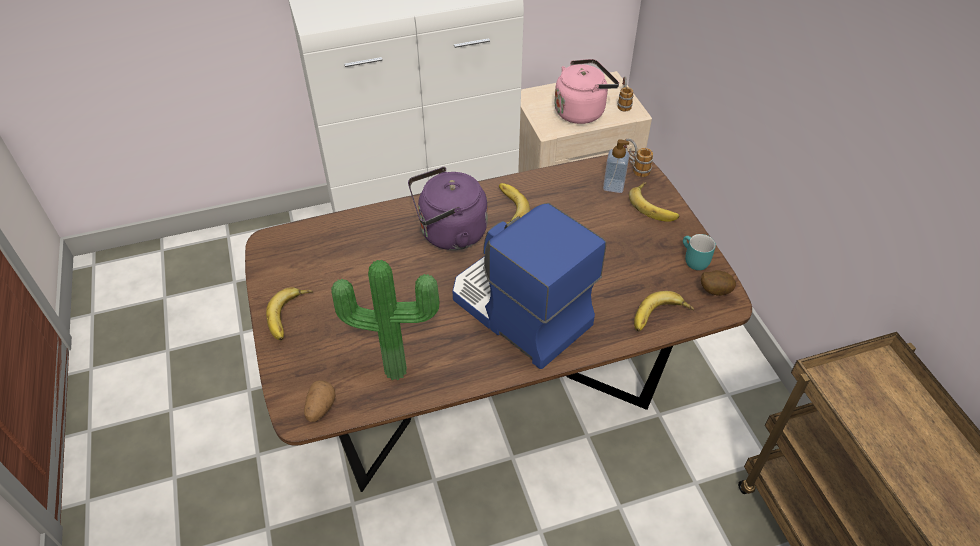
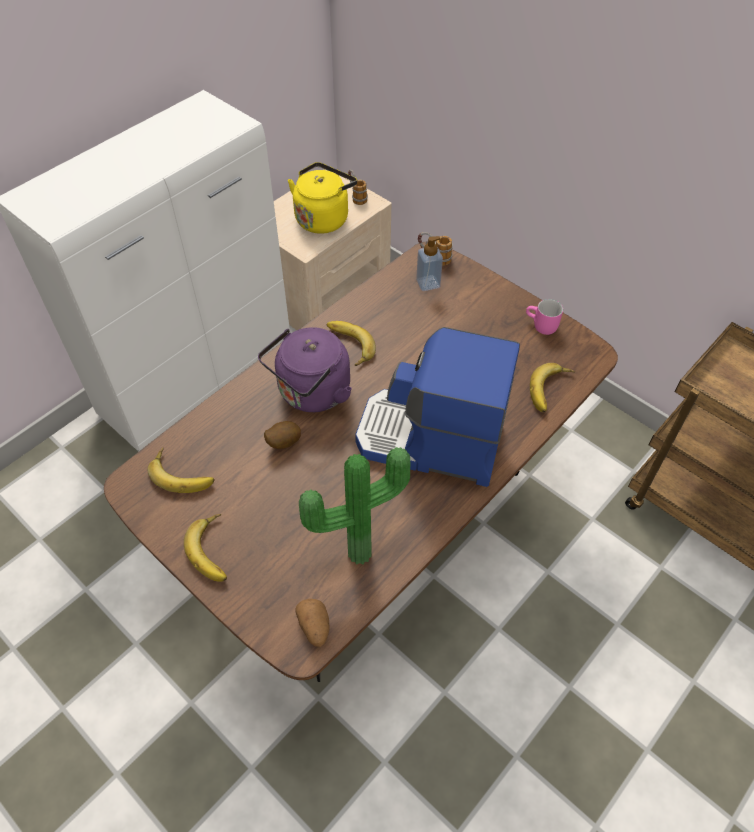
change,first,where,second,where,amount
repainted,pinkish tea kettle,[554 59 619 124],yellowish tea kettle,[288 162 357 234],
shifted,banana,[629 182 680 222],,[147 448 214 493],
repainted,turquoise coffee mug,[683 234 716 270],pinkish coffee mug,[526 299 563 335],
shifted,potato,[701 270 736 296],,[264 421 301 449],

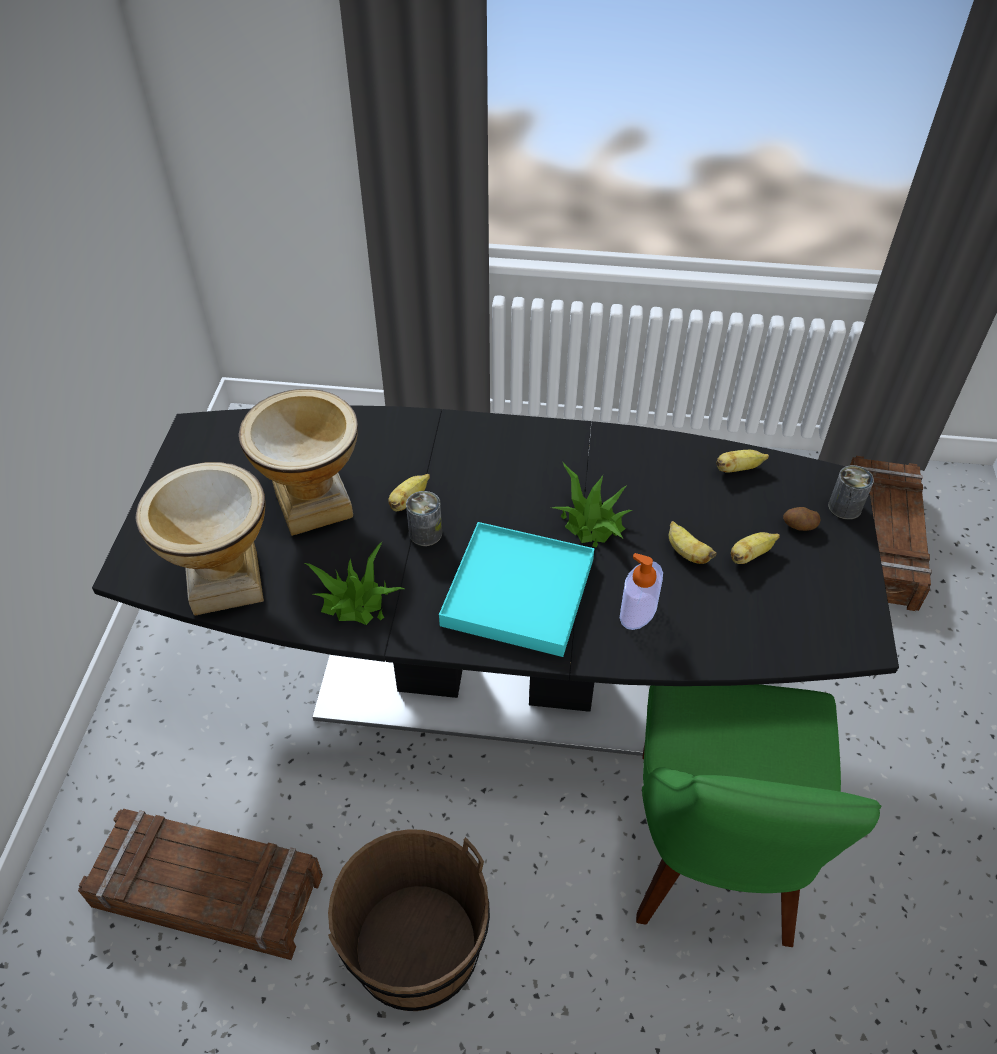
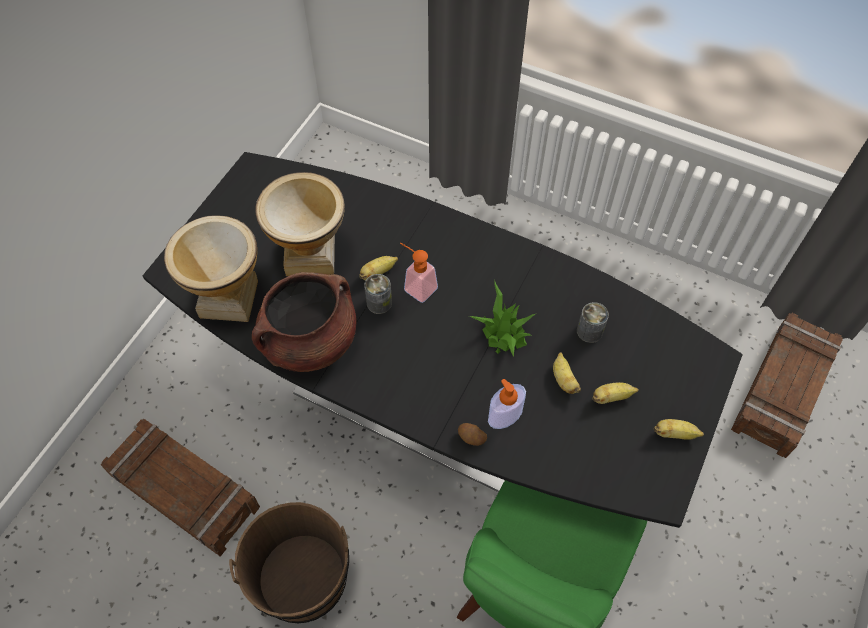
change,first,where,second,where,amount
shifted,banana,[716 450 769 473],,[653 419 704 440],
shifted,metal can,[828 465 874 520],,[577 302 609 343],
shifted,potato,[783 507 821 531],,[458 423 487 446],
gone,turquoise carrying tray,[439 522 594 657],,,
swapped,potted plant,[305 541 405 625],brown-coloured stockpot,[252 272 357 372],
new,,,soap dispenser,[400 243 438 303],

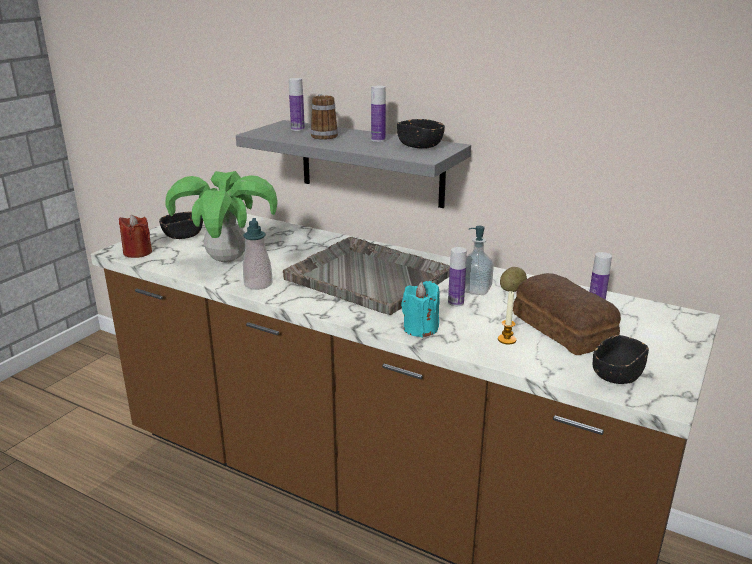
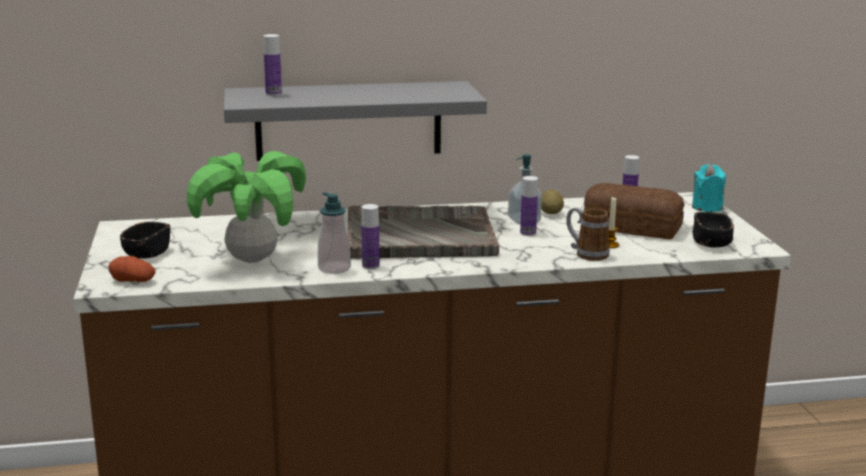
change,first,where,second,where,amount
shifted,drink bottle,[371 86 386 142],,[361 204 380 269],
shifted,coffee mug,[311 94 338 140],,[566 207 610 261],
gone,blackish bowl,[397 119 445 149],,,
swapped,reddish wax light,[119 215 152 258],potato,[109 256 156 282],
shifted,turquoise wax light,[401 281 440 338],,[692 164 726 212],

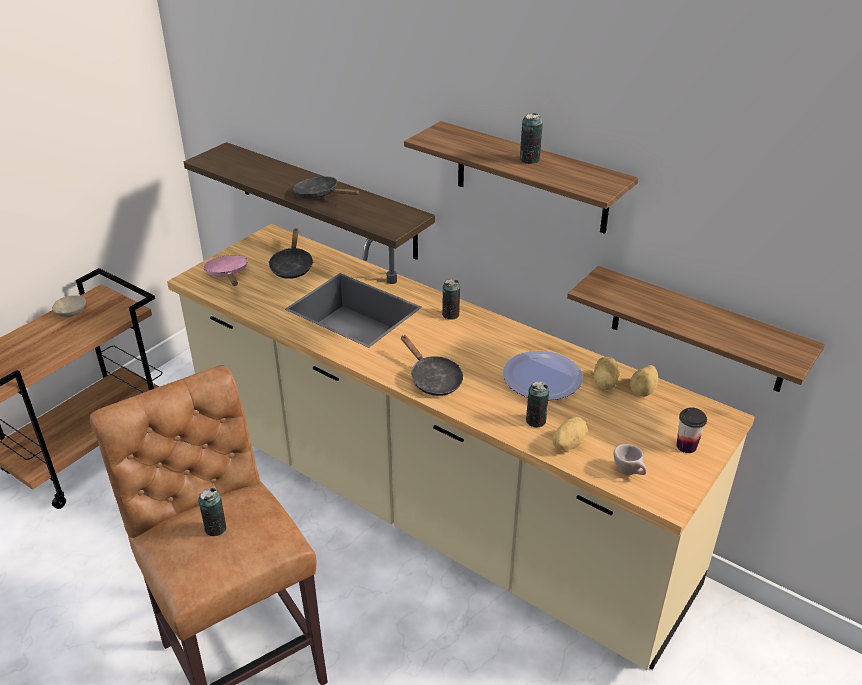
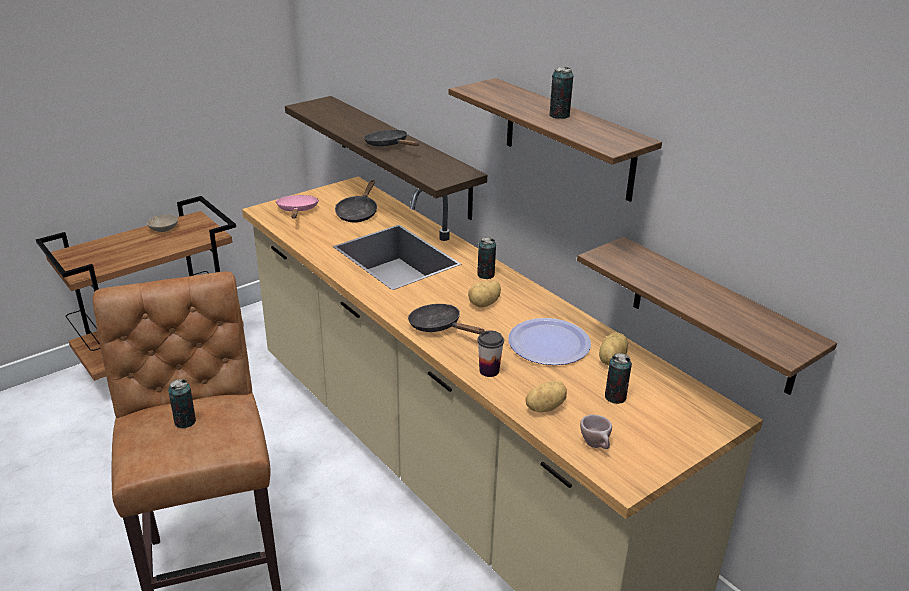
change,first,where,second,where,amount
rotated,blackish skillet,[401 335 463 396],,[408 304 484 334],150 degrees clockwise
shifted,potato,[630 365 658 397],,[468 281 501 308],
shifted,metal can,[526 381 549 428],,[605 353 632 404],
shifted,small cup,[677 407 707 453],,[477 330 504 377],

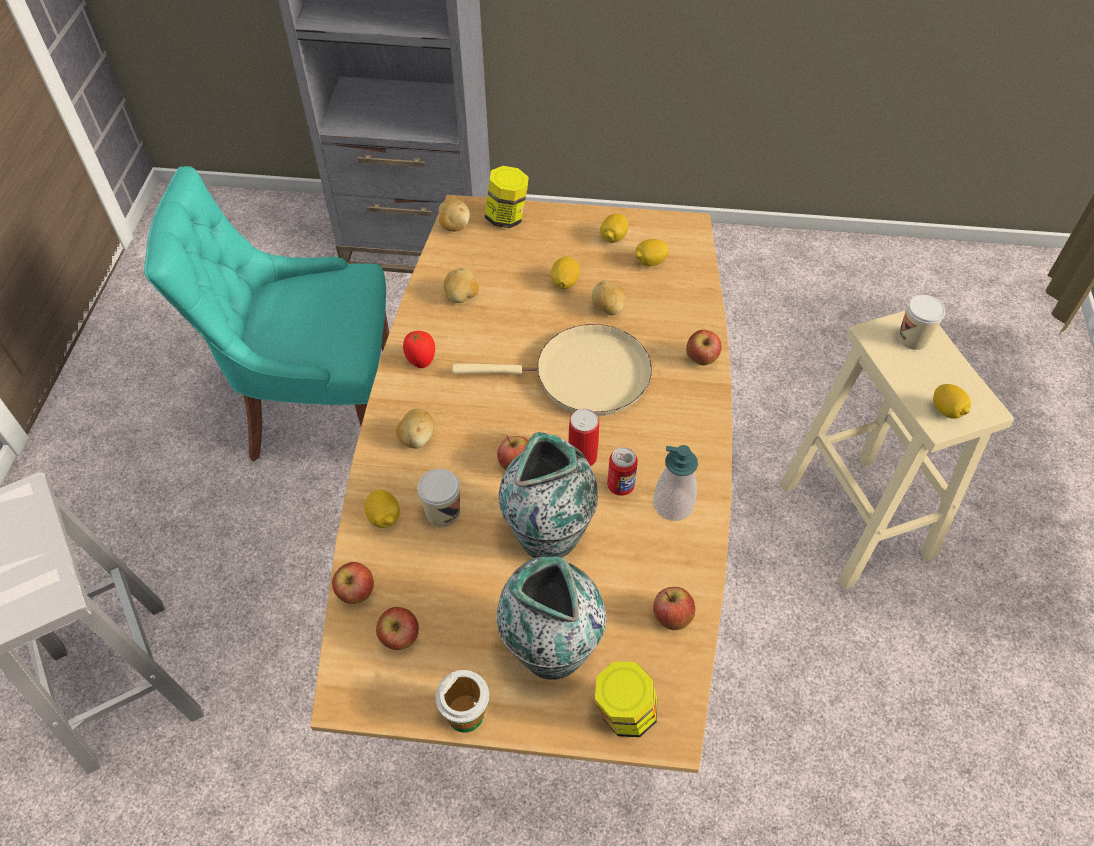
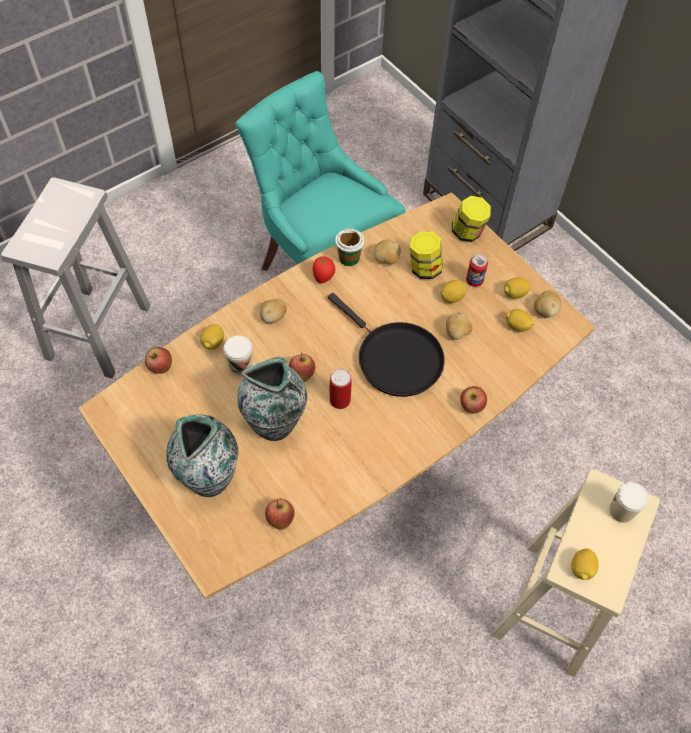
change,first,where,second,where,amount
shifted,potato,[439 199 470 232],,[534 290 561 318],
repainted,beige-coloured skillet,[452 324 652 416],blackish skillet,[328 293 445 397],
gone,soap dispenser,[653 445 698 521],,,
shifted,metal can,[607 447 638 496],,[466 254 488 287],
gone,apple fruit,[376 607 419 650],,,
shifted,storage jar,[595 661 657 737],,[410 232 443 279],
shifted,small cup,[436 670 489 733],,[335 228 364 266],

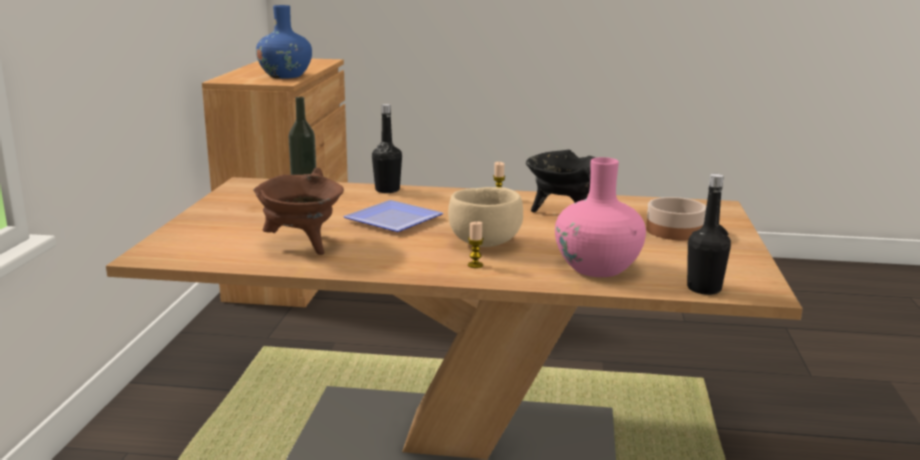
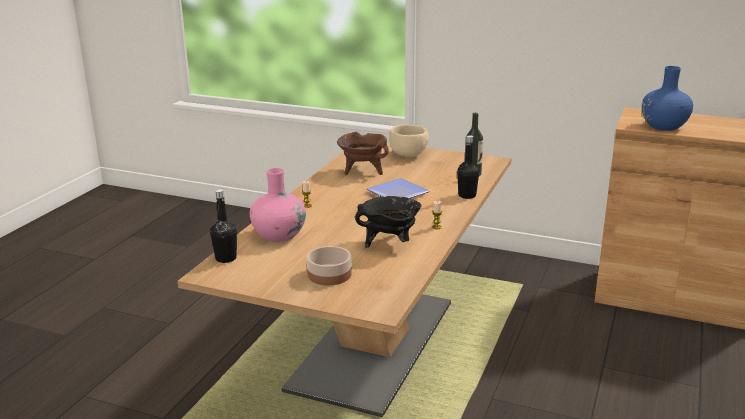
change,first,where,second,where,amount
shifted,beige-coloured bowl,[448 187 523 247],,[389 125 429 157],

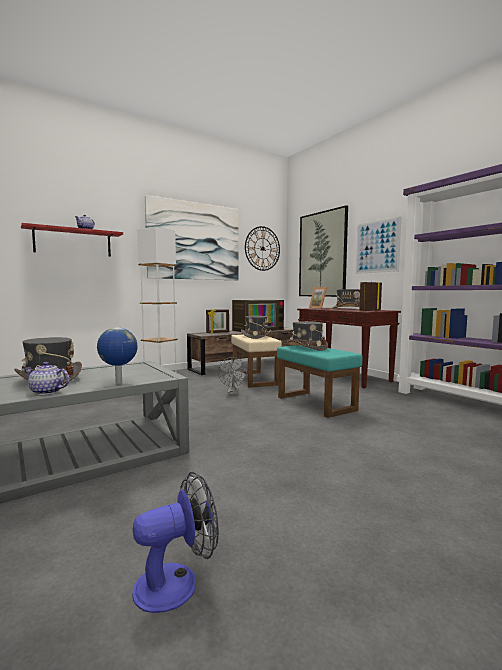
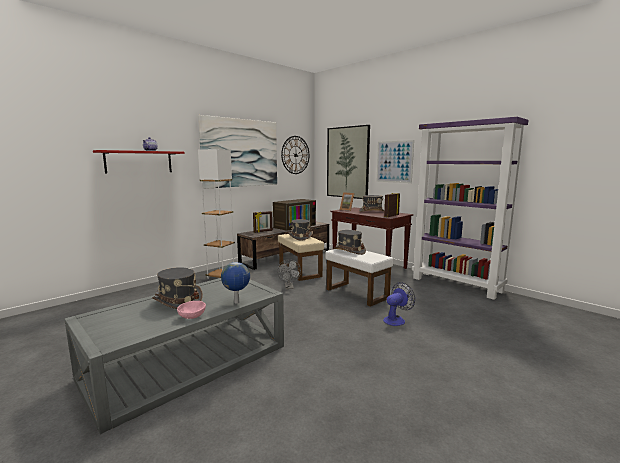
change,first,where,second,where,amount
repainted,turquoise pouffe,[277 345 362 418],whitish pouffe,[325 249 393 307],
swapped,tea pot,[24 362 70 395],pinkish bowl,[177 301 206 319],
shifted,cooling fan,[132 472 219 613],,[383 282 415 326],

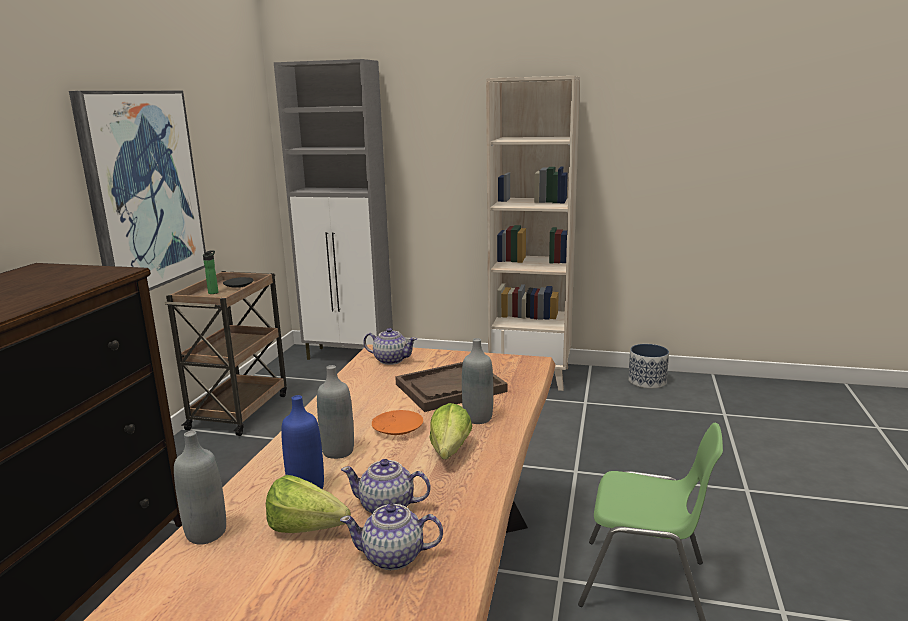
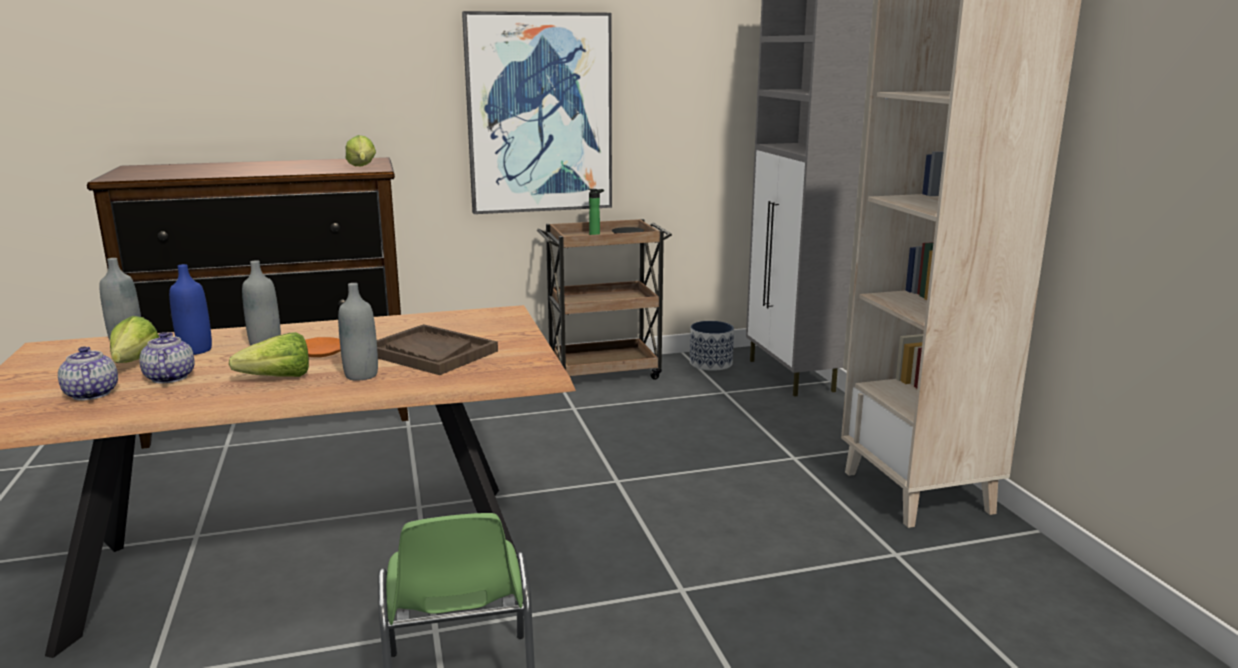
change,first,where,second,where,amount
gone,tea pot,[363 328 417 365],,,
shifted,plant pot,[628 344 669 388],,[690 321 734 371],
new,,,lettuce head,[345 135 376 167],

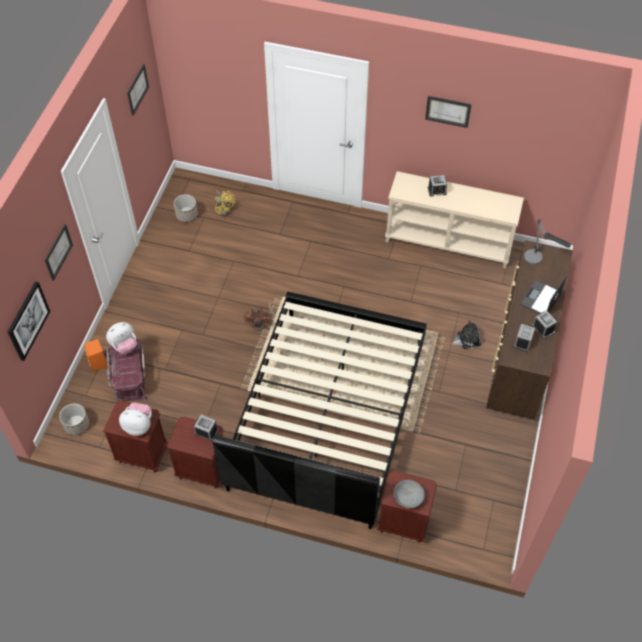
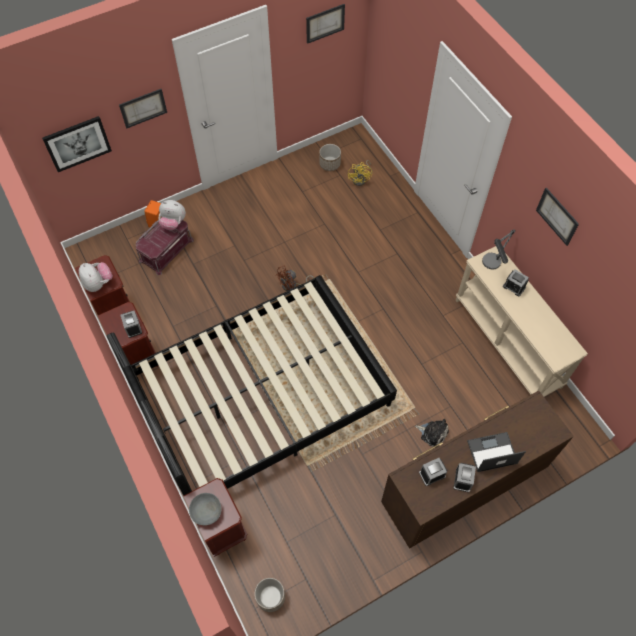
change,first,where,second,where,amount
shifted,lamp for a table,[524 219 571 265],,[482 229 516 270],
shifted,plant pot,[59 403 89 435],,[255 578 285 612],

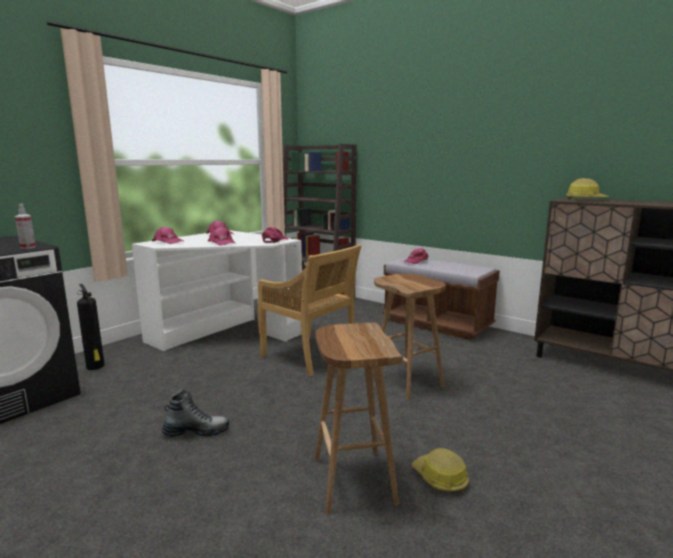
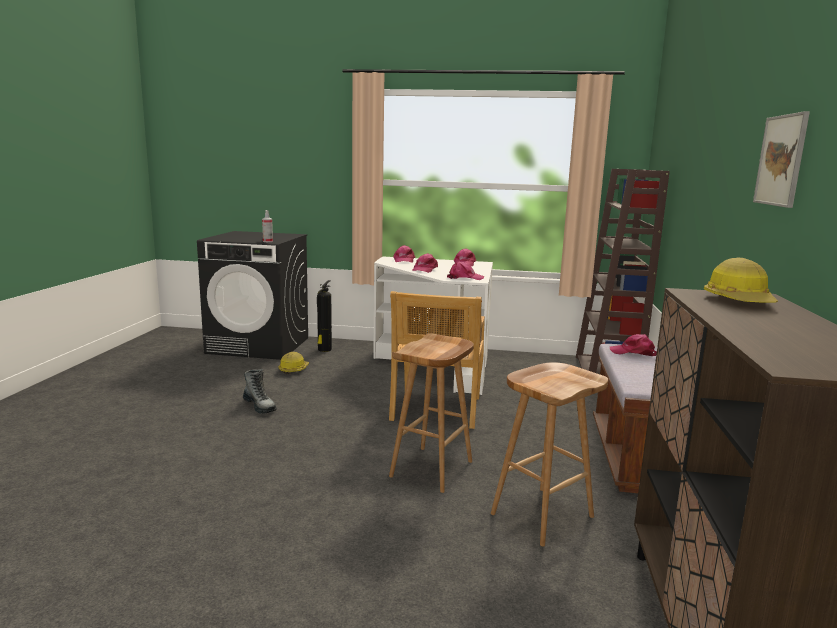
change,first,where,second,where,amount
shifted,brown-coloured sitting stool,[315 323 403 514],,[491 362 608 546],
shifted,hard hat,[412 448 469 493],,[279 352 309 374],
new,,,wall picture,[753 111 810 208],

